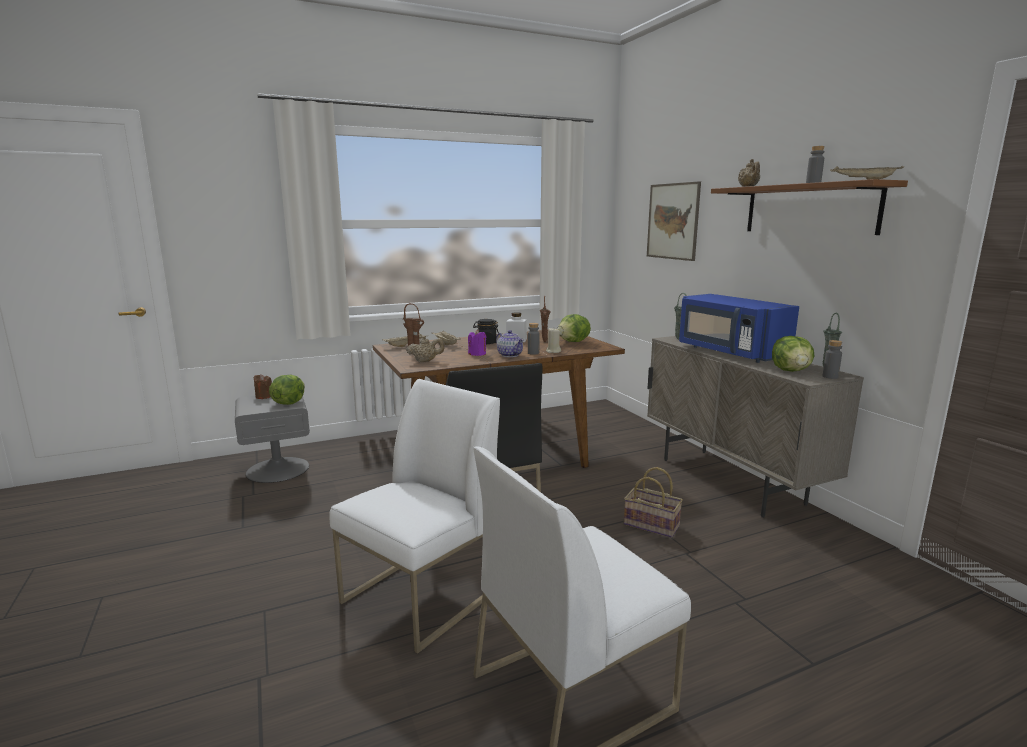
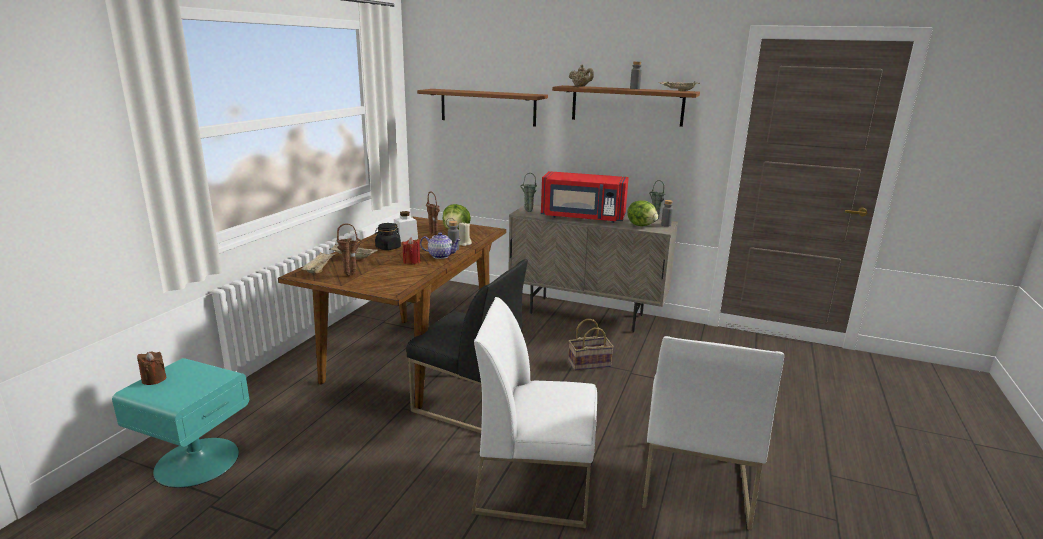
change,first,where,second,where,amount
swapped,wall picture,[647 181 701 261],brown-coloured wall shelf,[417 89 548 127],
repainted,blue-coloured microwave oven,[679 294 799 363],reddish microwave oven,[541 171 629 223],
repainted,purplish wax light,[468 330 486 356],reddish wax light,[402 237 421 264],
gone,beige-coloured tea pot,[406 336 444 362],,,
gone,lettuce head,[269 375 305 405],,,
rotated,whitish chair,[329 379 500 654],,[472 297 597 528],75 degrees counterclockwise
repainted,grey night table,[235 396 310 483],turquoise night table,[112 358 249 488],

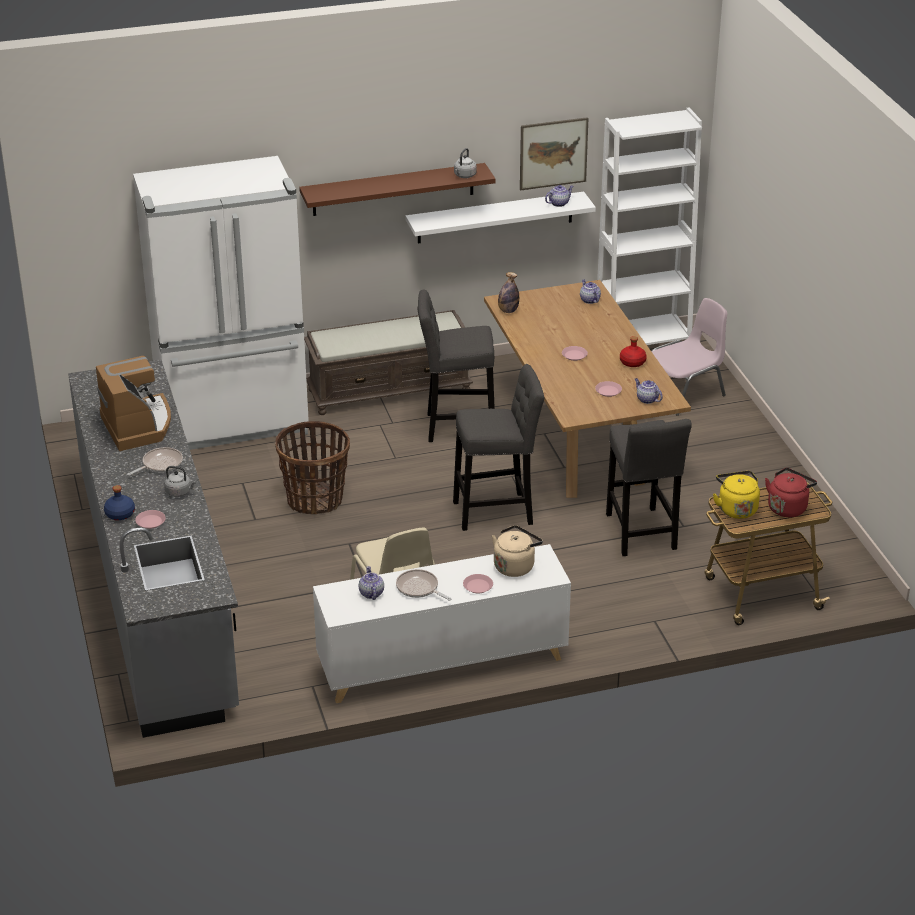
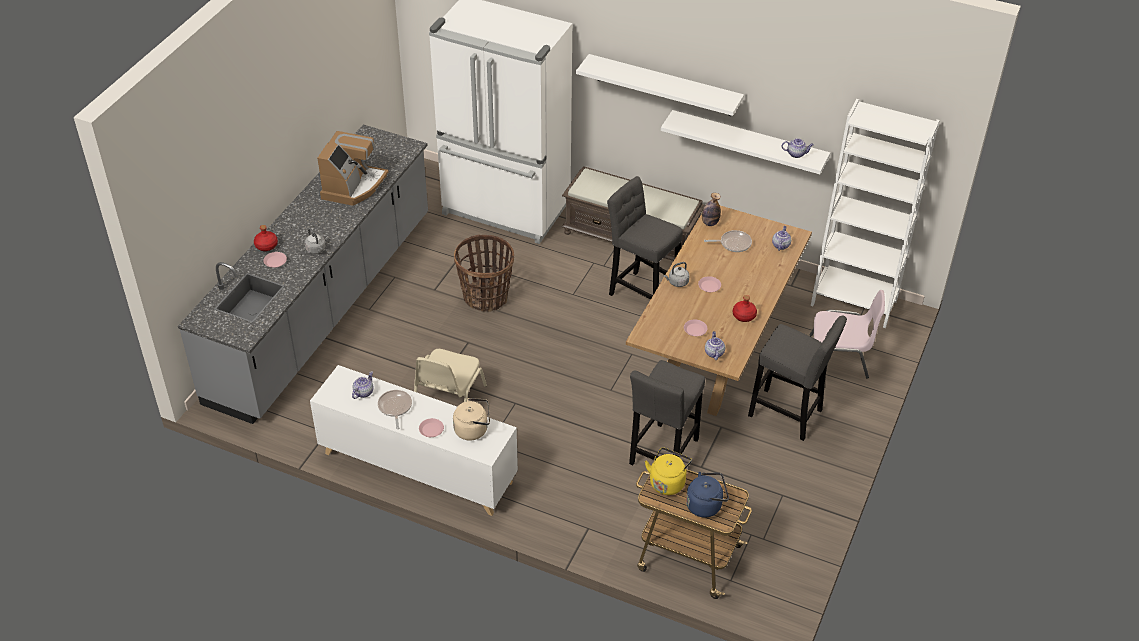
change,first,where,second,where,amount
gone,wall picture,[520 117 588 191],,,
shifted,grey tea kettle,[454 148 477 178],,[664 262 689 287],
repainted,brown-coloured wall shelf,[299 163 496 216],whitish wall shelf,[576 54 744 116],
shifted,grey sitting stool,[453 364 544 531],,[748 315 847 441],
shifted,skillet,[127 447 183 476],,[704 230 752 252],
repainted,reddish tea kettle,[765 468 817 517],blue-coloured tea kettle,[686 472 729 518],
repainted,blue-coloured drink bottle,[104 485 135 520],reddish drink bottle,[254 225 278 251],

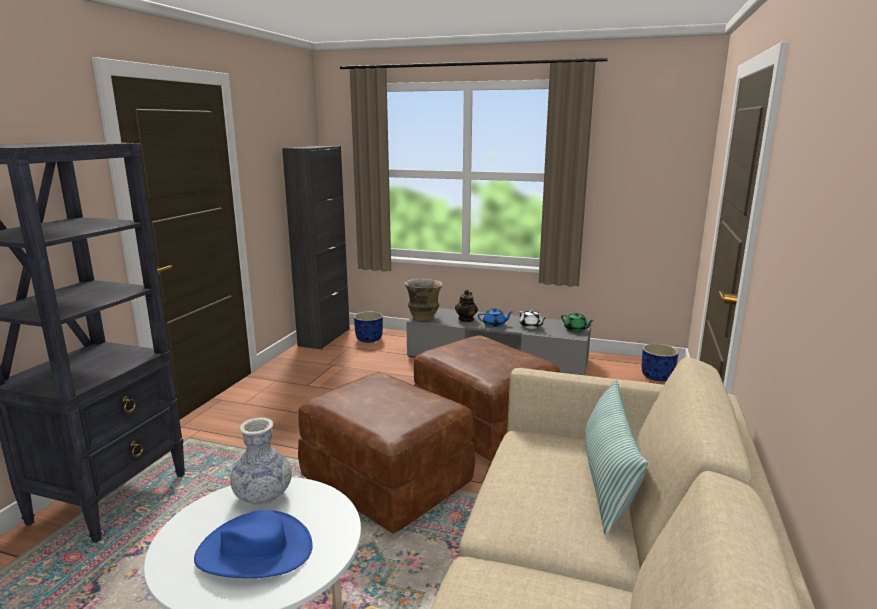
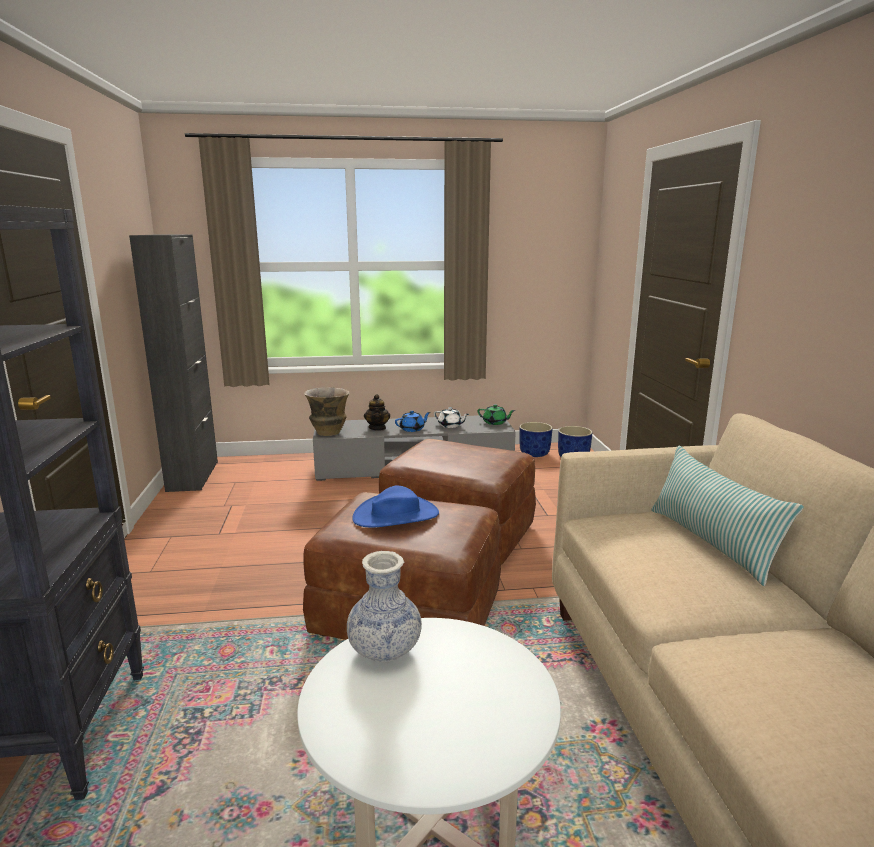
change,first,where,second,where,amount
shifted,blue-coloured plant pot,[354 311 383 343],,[519 422 553 457],
shifted,blue-coloured hat,[194 509 313 578],,[352 485 439 527],

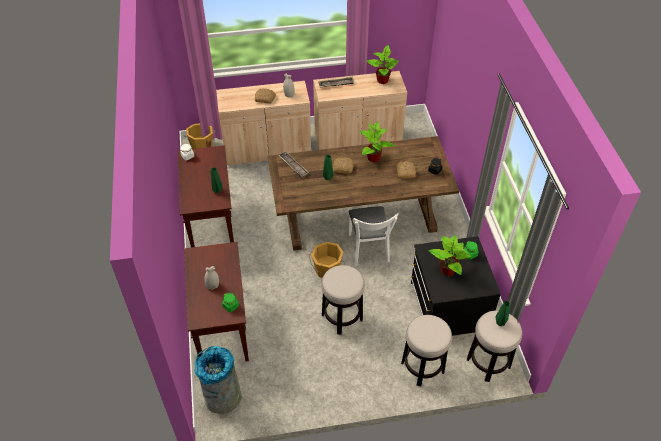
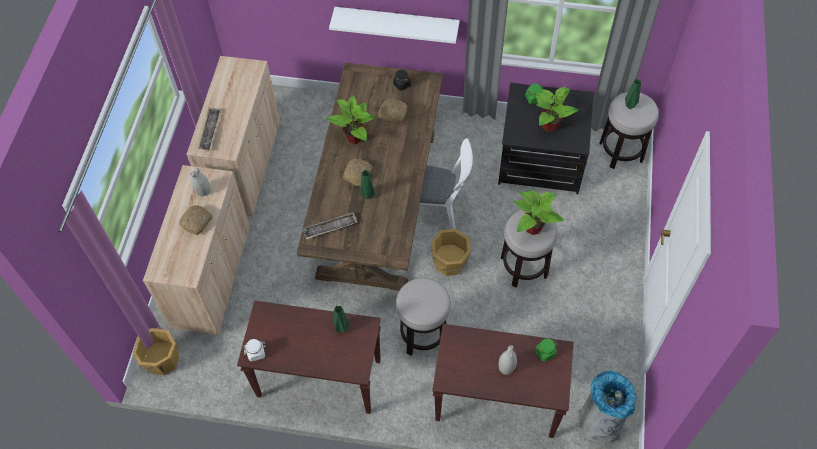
change,first,where,second,where,amount
shifted,potted plant,[366 45 399 84],,[514 190 564 235],
shifted,sitting stool,[401 315 452 386],,[396 278 451 356],
new,,,whitish wall shelf,[329 7 460 44],

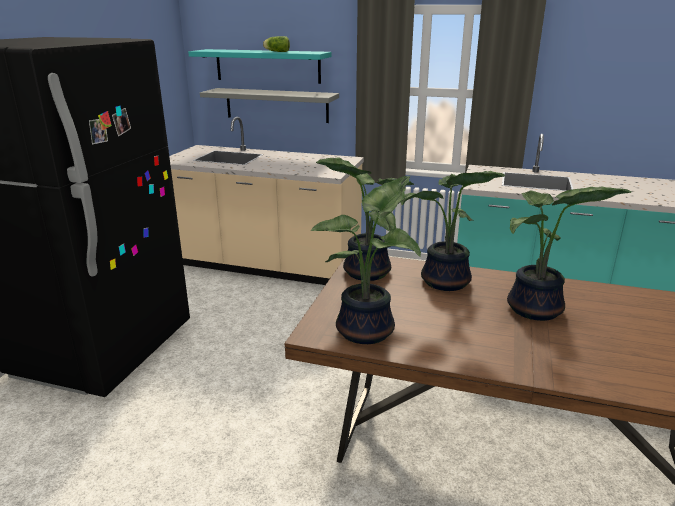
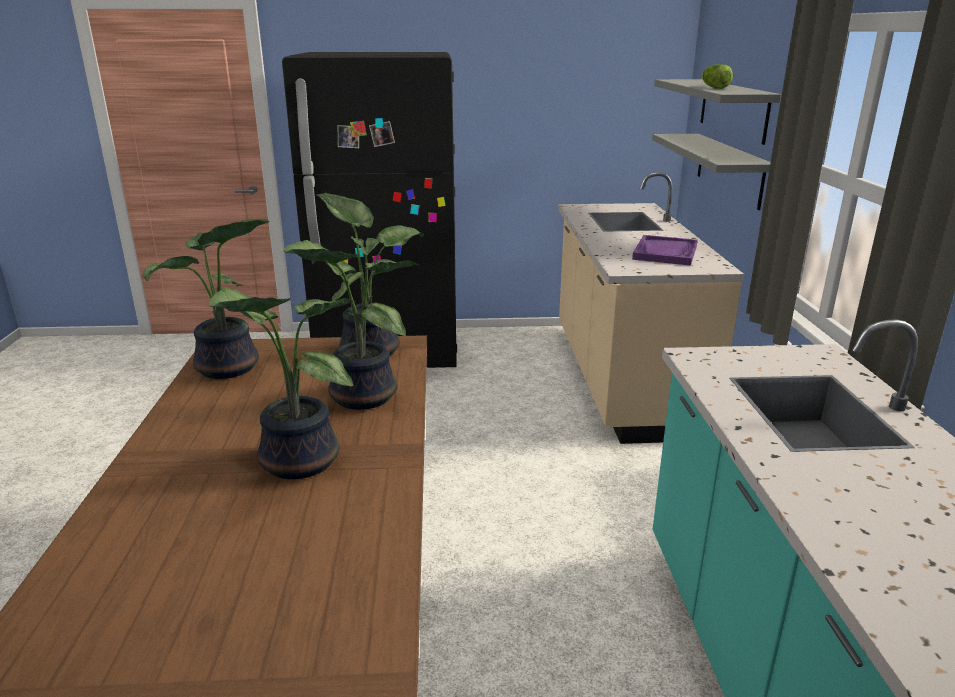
change,first,where,second,where,amount
repainted,turquoise wall shelf,[188 49 332 84],grey wall shelf,[654 79 781 145],
new,,,purplish carrying tray,[632 235 698 266],

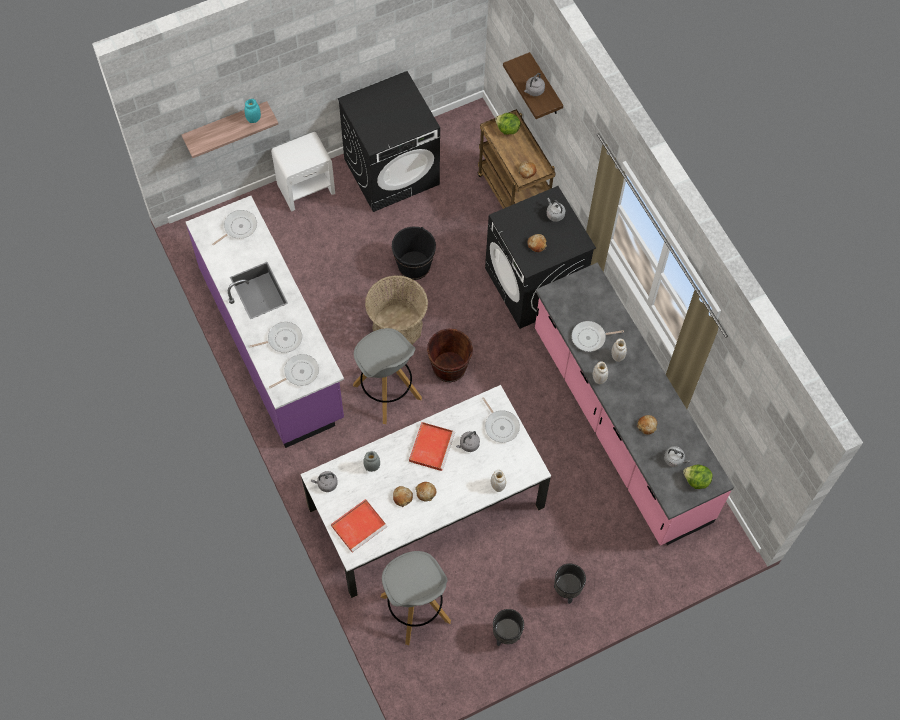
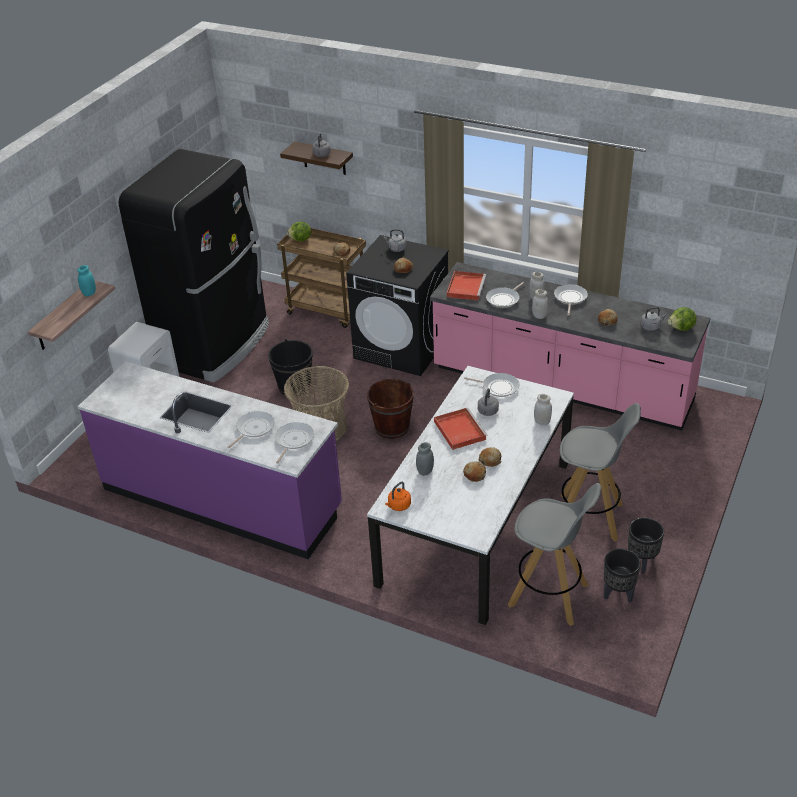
change,first,where,second,where,amount
swapped,blackish laundry machine,[338 71 440 212],blackish kitchen fridge,[119 149 269 382],
shifted,skillet,[212 210 257 245],,[554 284 588 316],
shifted,grey sitting stool,[353 328 422 424],,[560 403 641 541],
repainted,grey tea kettle,[311 471 338 492],orange tea kettle,[385 482 411 511],
shifted,reddish carrying tray,[331 499 387 552],,[447 271 486 300],
shifted,blackish plant pot,[554 564 586 604],,[604 549 641 603],

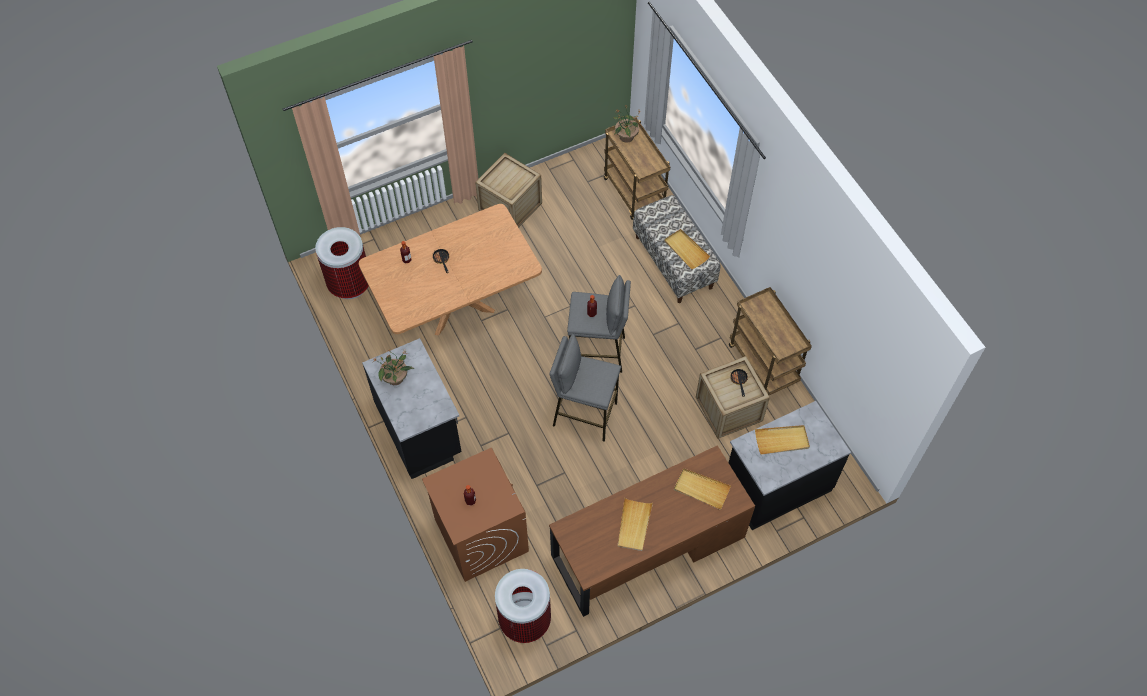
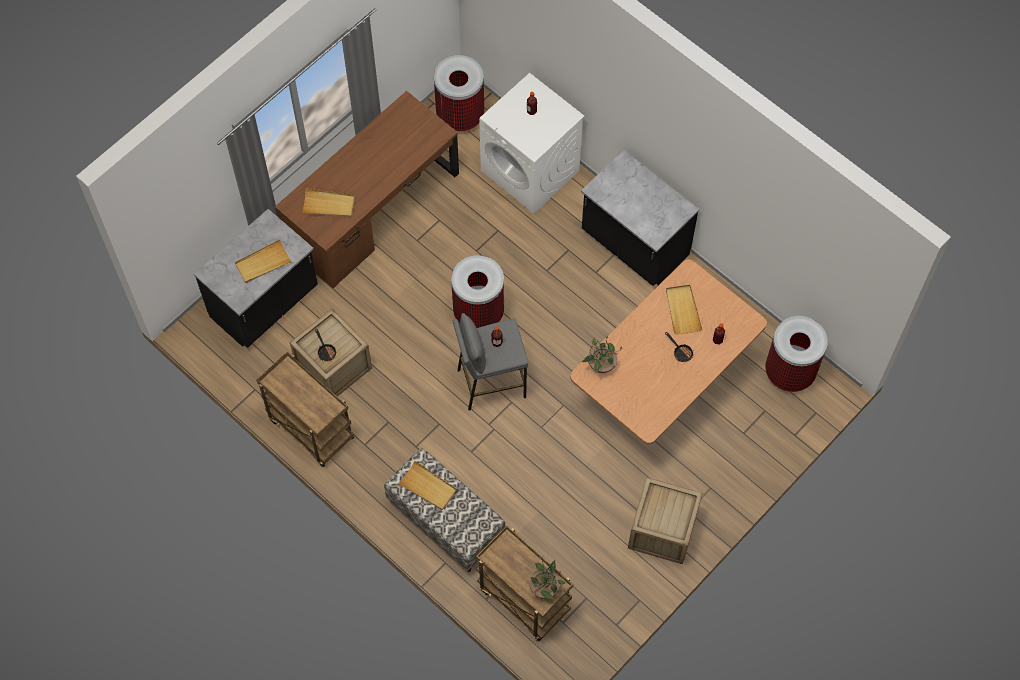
change,first,where,second,where,amount
swapped,grey sitting stool,[549 334 621 442],rubbish bin,[451 255 504 328],
shifted,potted plant,[372 350 414 385],,[582 336 623 373],
repainted,brown-coloured laundry machine,[422 448 529 582],whitish laundry machine,[479 73 585 214],
shifted,beige-coloured carrying tray,[618 498 653 551],,[666 285 702 334],

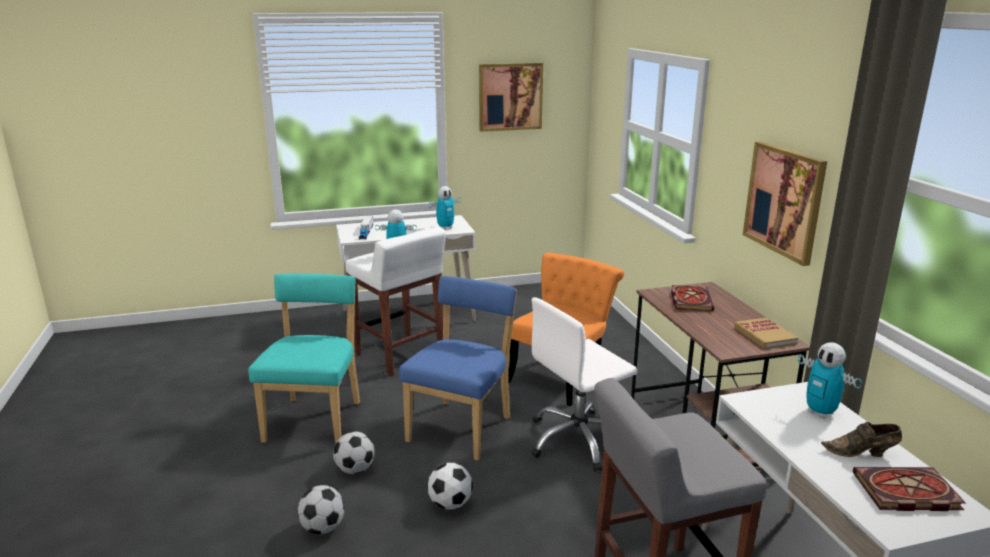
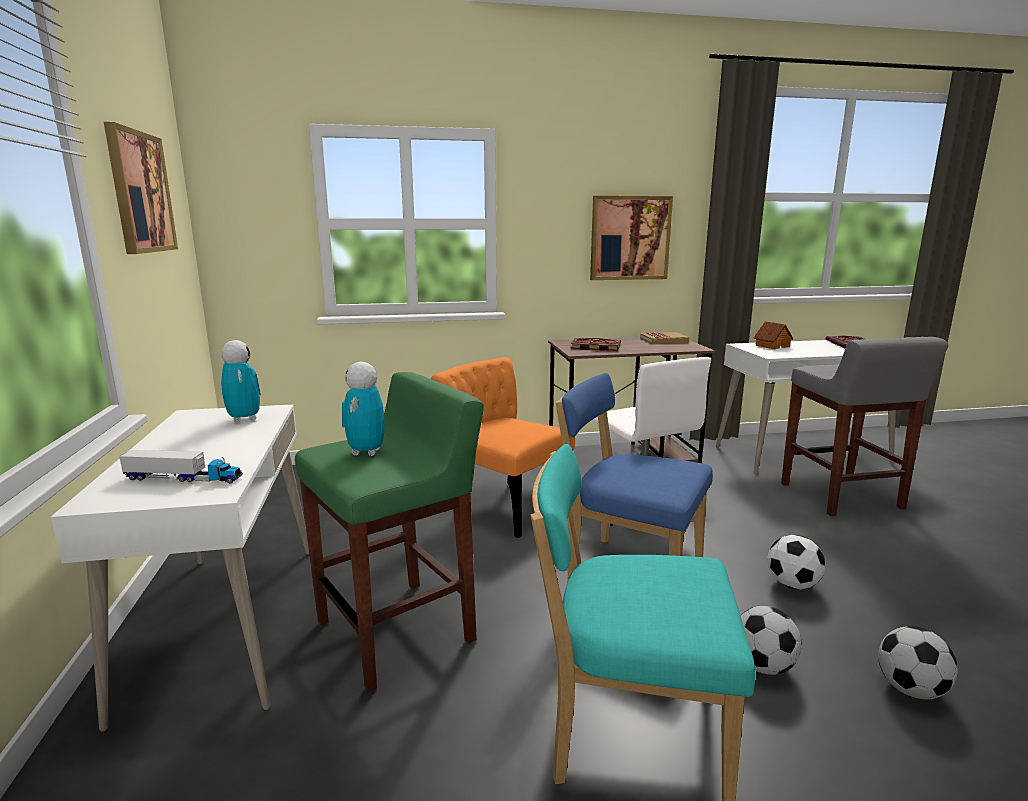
change,first,where,second,where,amount
repainted,whitish sitting stool,[345 227 446 376],green sitting stool,[295 372 484 692],
swapped,toy robot,[798 343 862 419],toy house,[754 321 793 349],
gone,brown-coloured shoe,[821 422 902 457],,,

